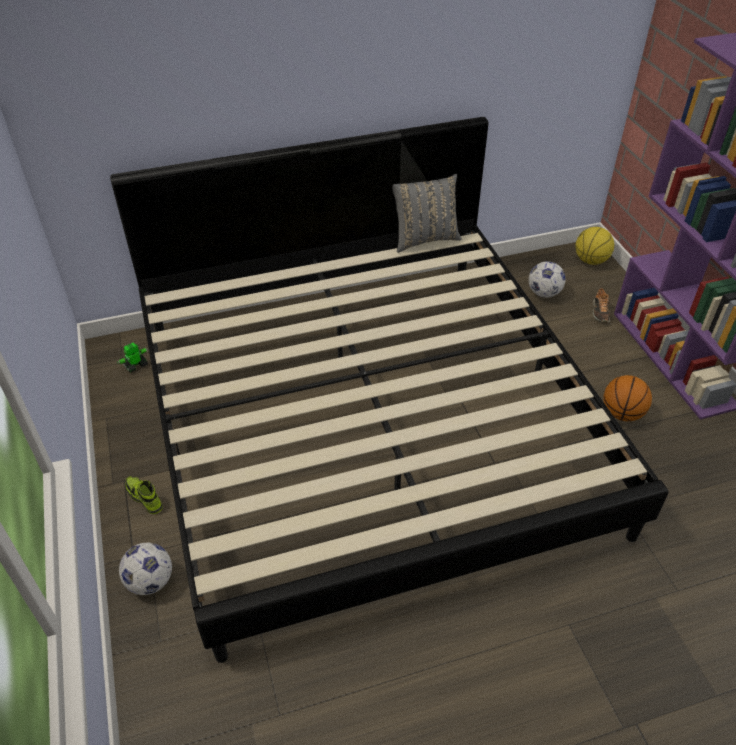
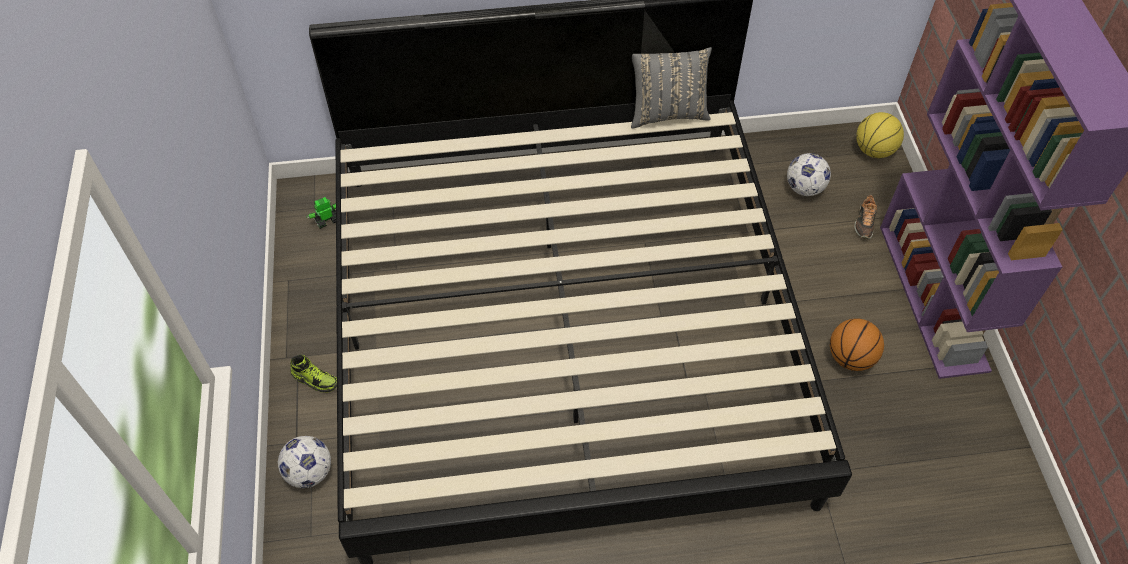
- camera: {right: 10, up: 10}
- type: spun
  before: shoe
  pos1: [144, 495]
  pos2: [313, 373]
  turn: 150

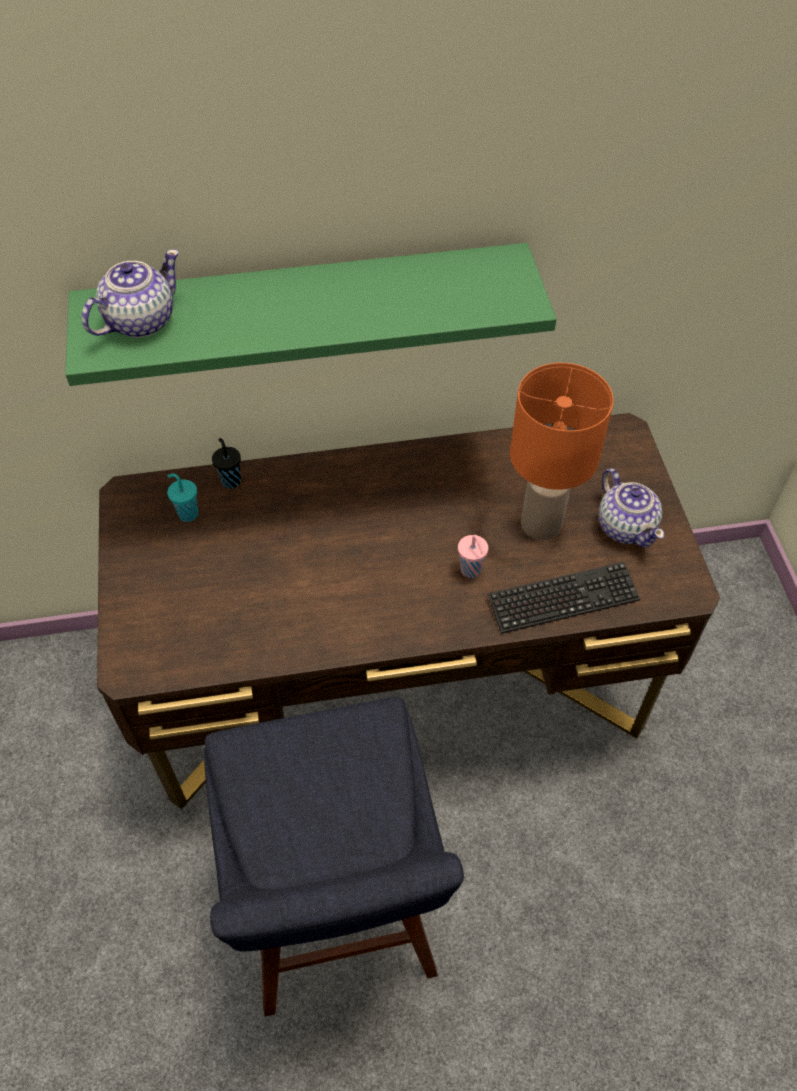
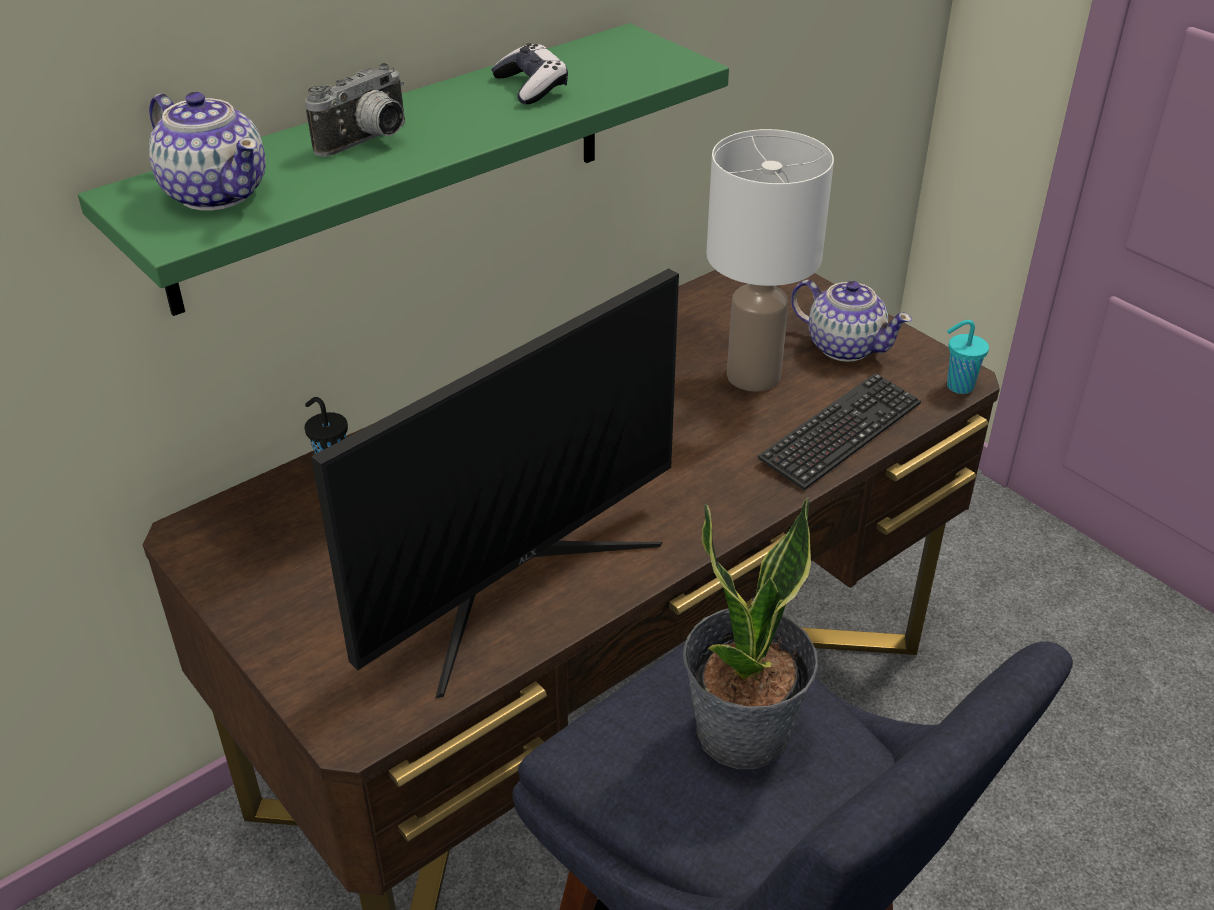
- camera: {right: -30, up: -15}
- type: missing
  before: pink cup
  pos1: [473, 556]
- type: appeared
  after: photo camera
  pos2: [355, 110]
- type: appeared
  after: monitor
  pos2: [495, 483]
- type: appeared
  after: game controller
  pos2: [529, 73]
- type: appeared
  after: potted plant
  pos2: [750, 633]
- type: relocated
  before: turquoise cup
  pos1: [182, 497]
  pos2: [968, 357]
- type: colour
  before: orange table lamp
  after: white table lamp
  pos1: [562, 451]
  pos2: [770, 260]
- type: spun
  before: teapot
  pos1: [130, 293]
  pos2: [207, 151]
  turn: 120

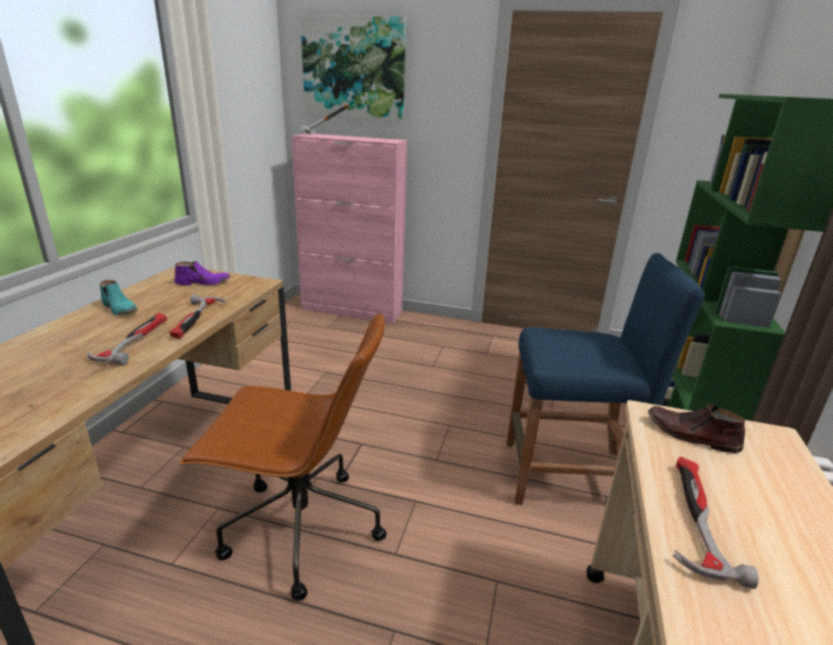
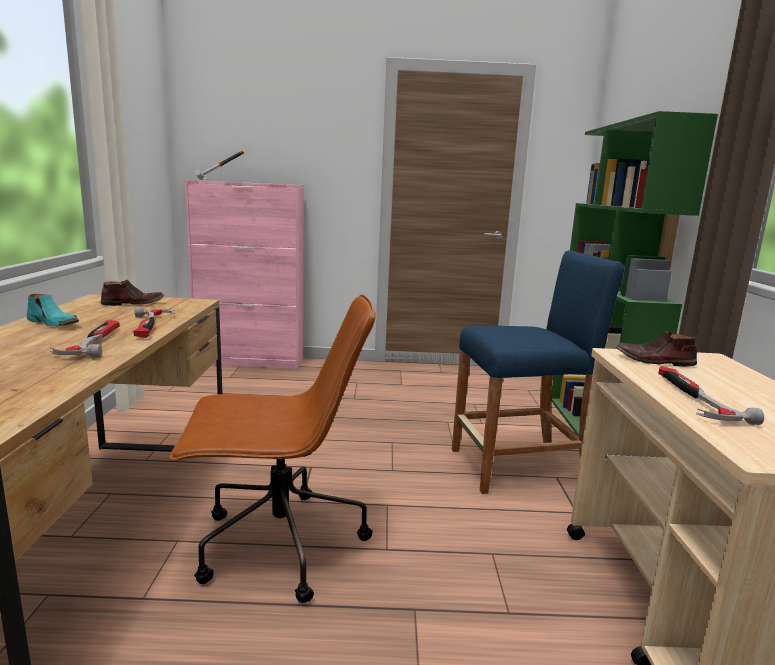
- camera: {right: -15, up: -10}
- type: missing
  before: picture
  pos1: [353, 68]
- type: colour
  before: purple shoe
  after: brown shoe
  pos1: [202, 273]
  pos2: [132, 293]

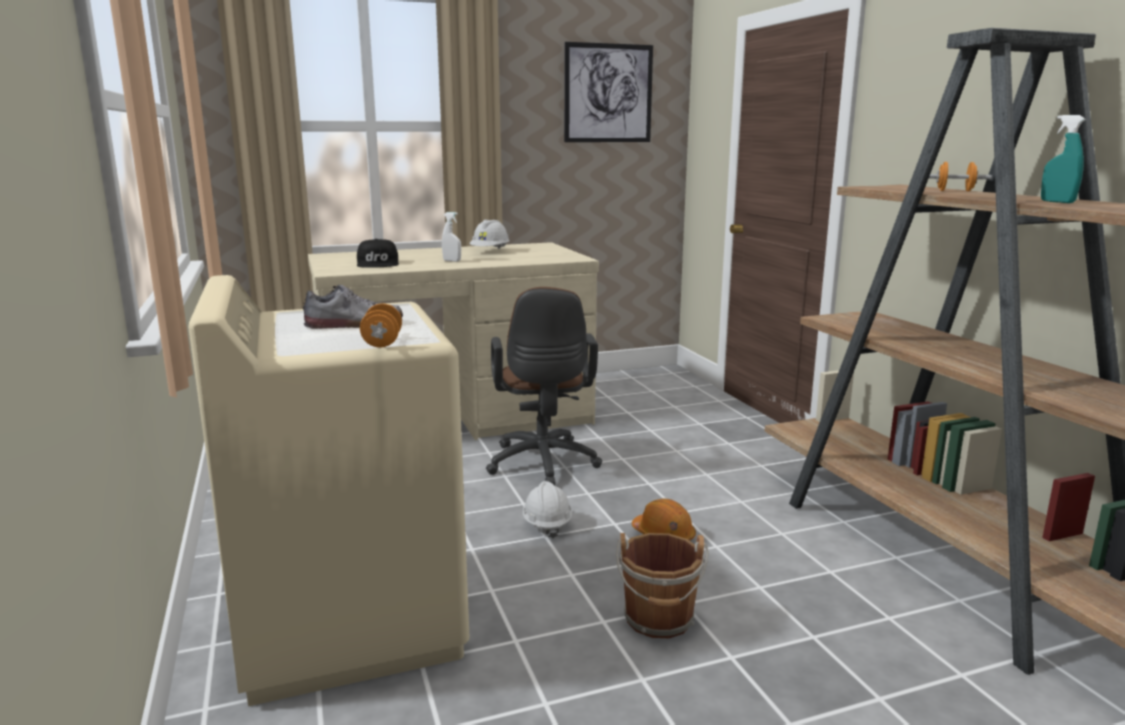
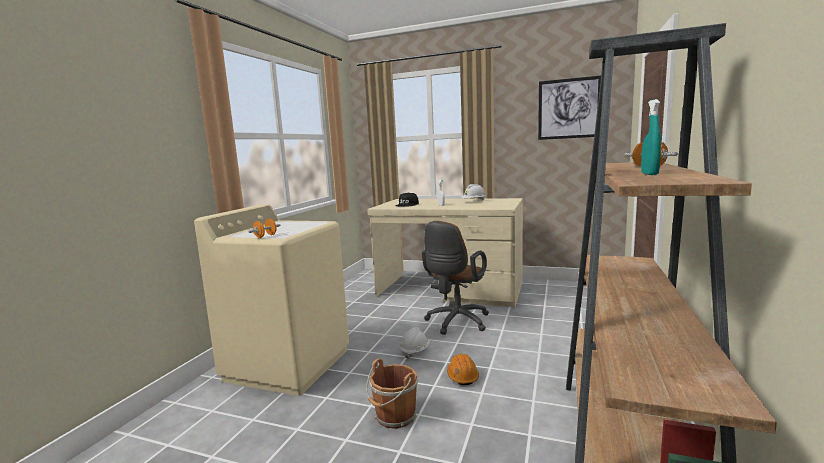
- camera: {right: 40, up: -5}
- type: missing
  before: shoe
  pos1: [353, 307]

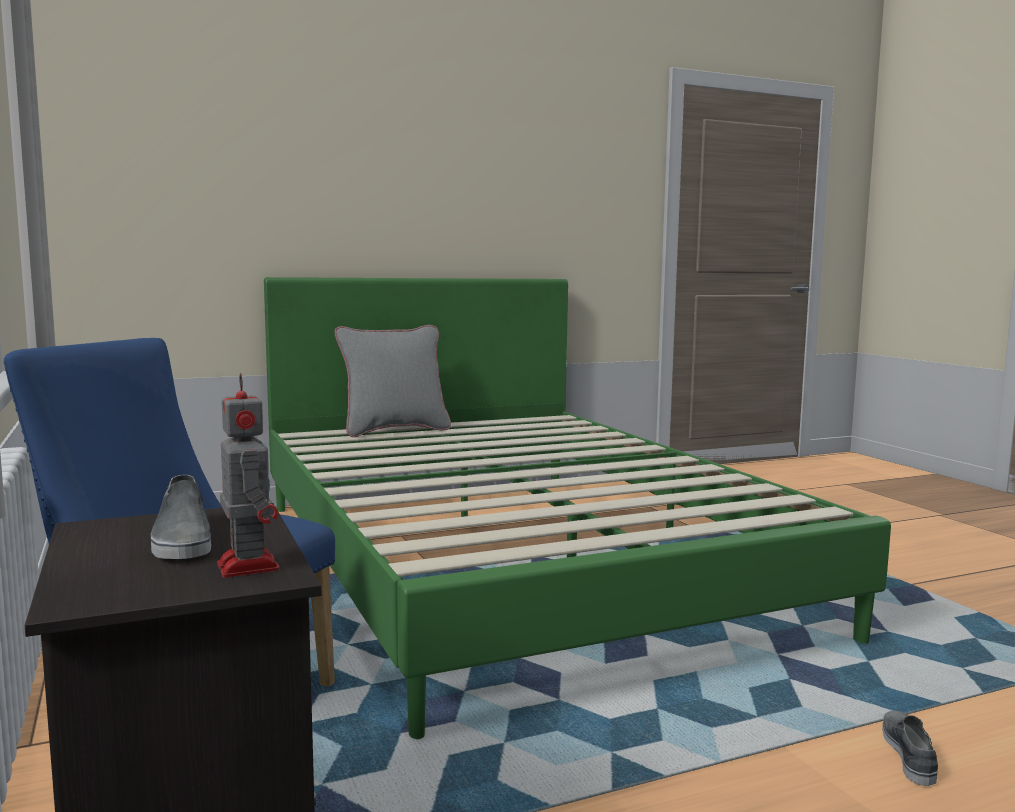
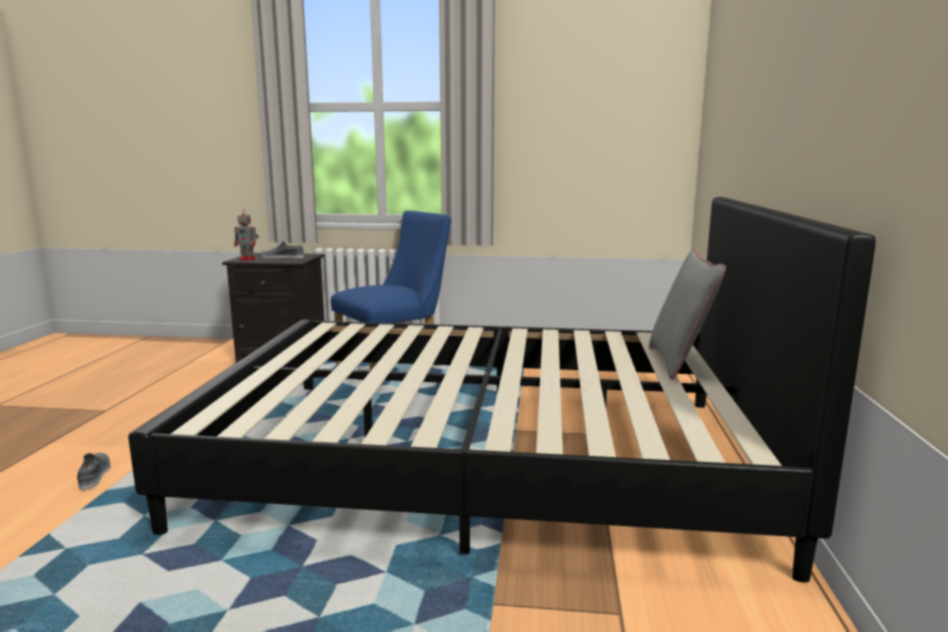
- camera: {right: 120, up: 5}
- type: colour
  before: green bed
  after: black bed
  pos1: [577, 508]
  pos2: [502, 389]
- type: spun
  before: grey shoe
  pos1: [910, 748]
  pos2: [94, 471]
  turn: -150

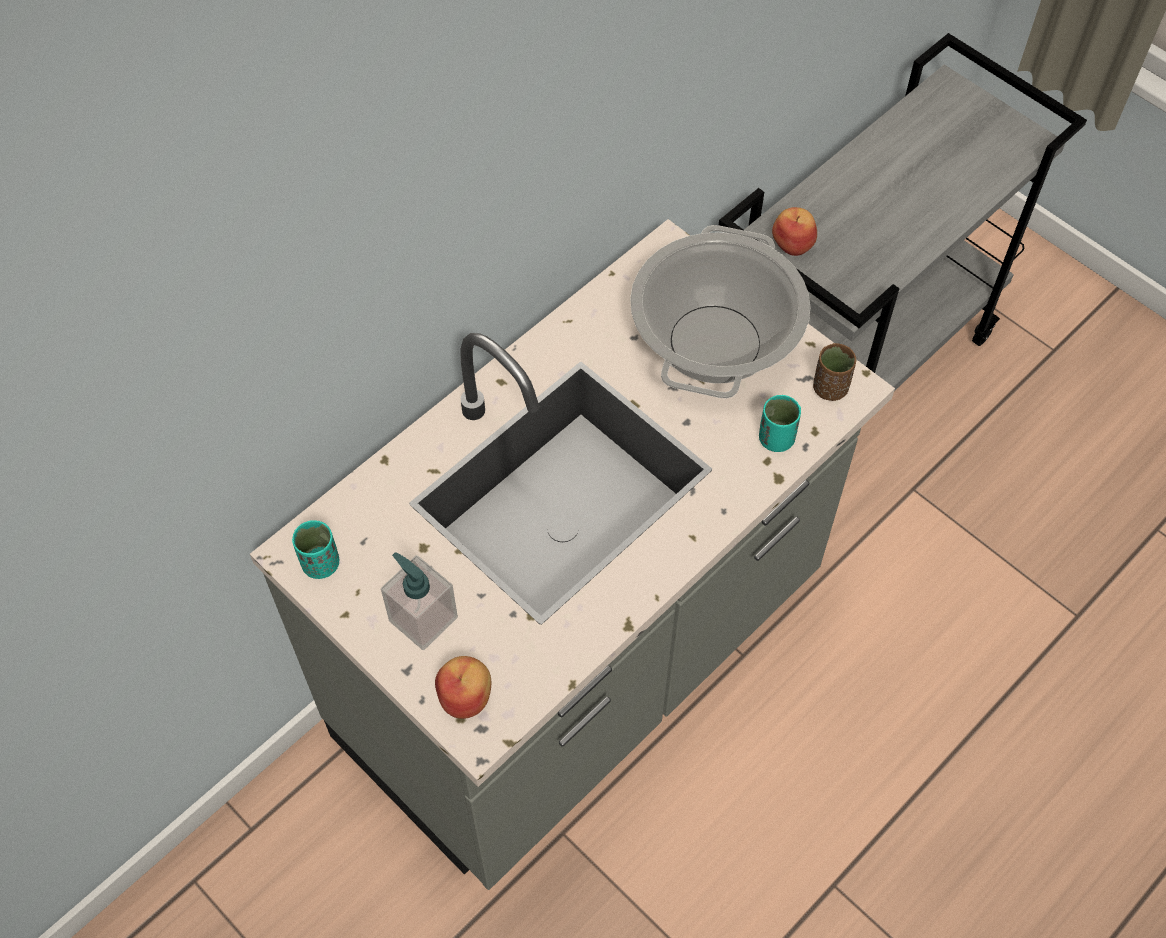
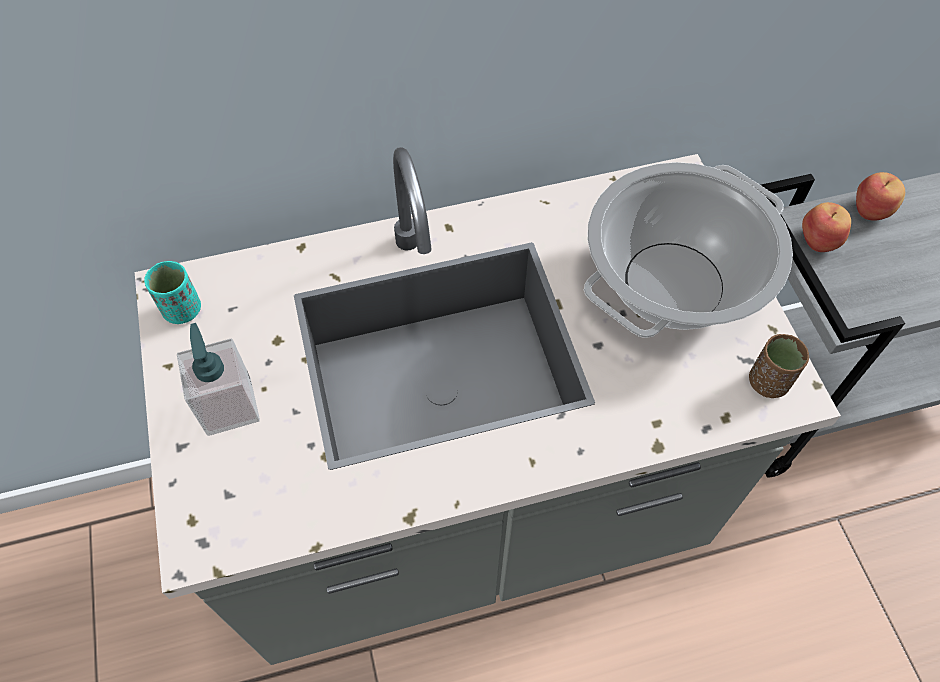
- camera: {right: 30, up: 0}
- type: missing
  before: turquoise cup
  pos1: [780, 423]
- type: relocated
  before: apple
  pos1: [463, 687]
  pos2: [880, 196]

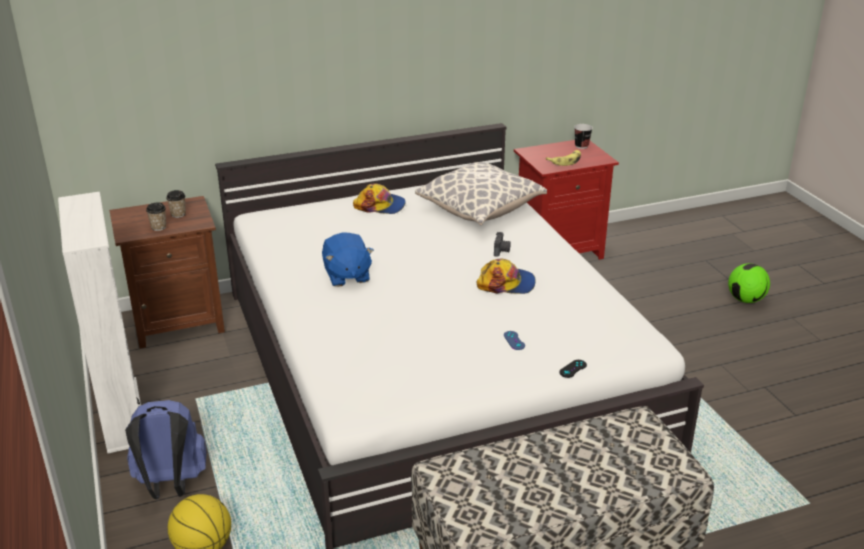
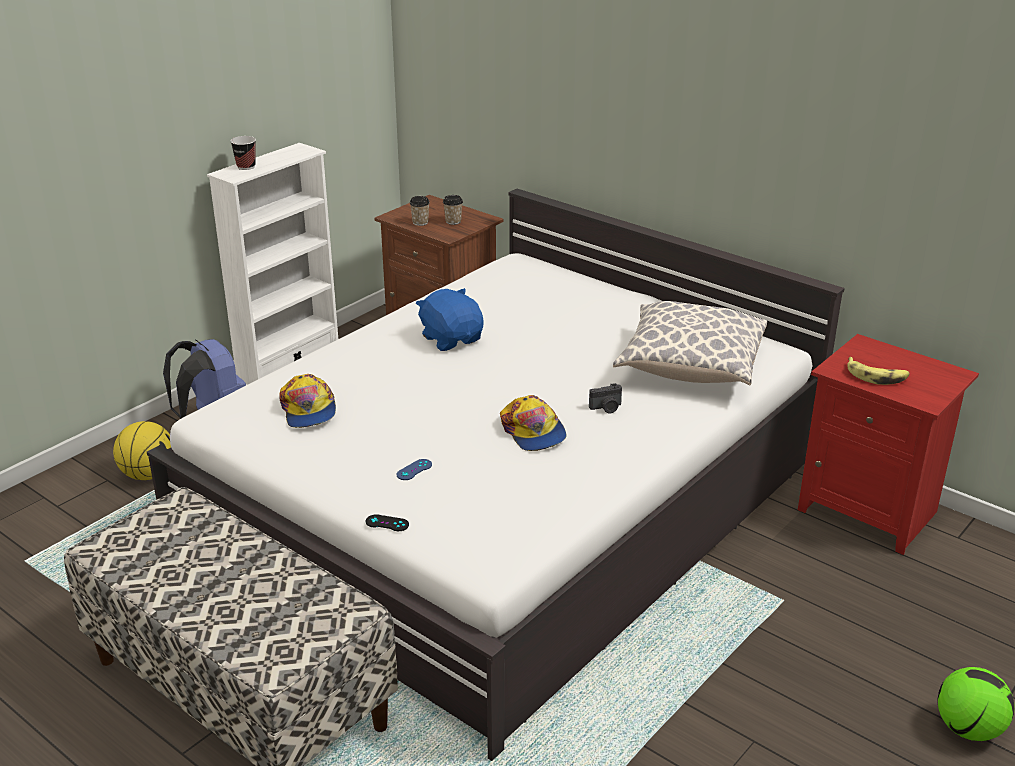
- camera: {right: 60, up: 0}
- type: relocated
  before: cap
  pos1: [379, 198]
  pos2: [307, 401]
- type: relocated
  before: cup
  pos1: [583, 136]
  pos2: [243, 153]
- type: spun
  before: blue plush toy
  pos1: [348, 260]
  pos2: [449, 319]
  turn: 105

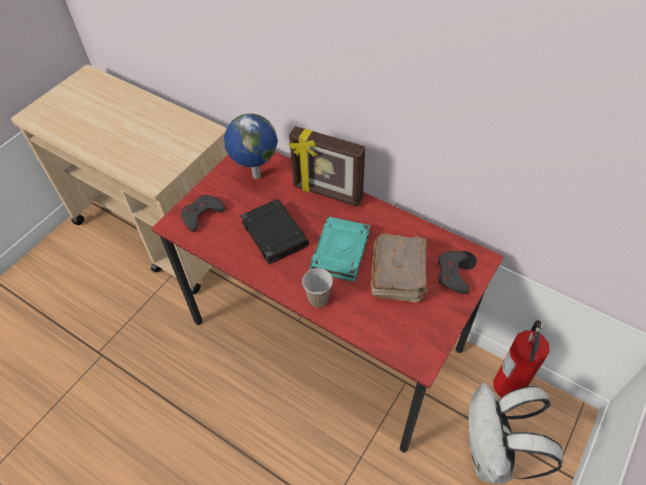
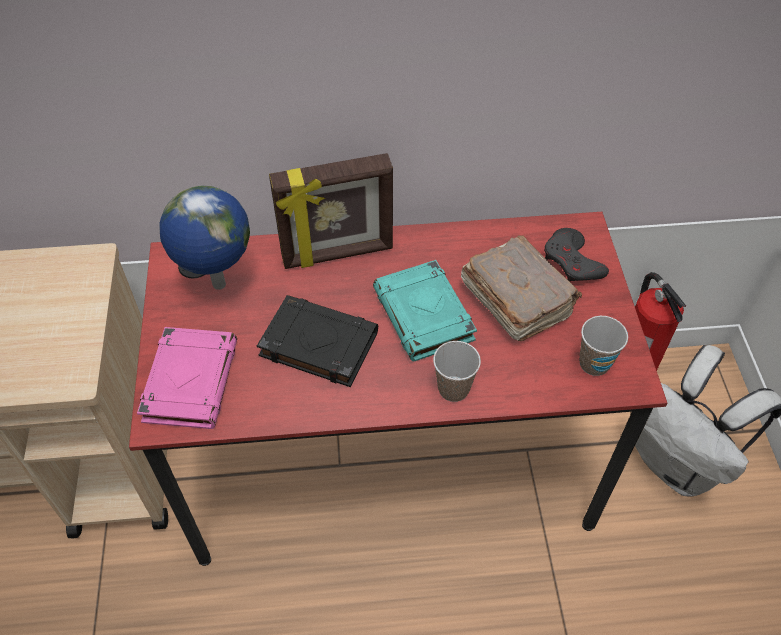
- camera: {right: -40, up: 0}
- type: appeared
  after: cup
  pos2: [603, 346]
- type: exchanged
  before: grey game controller
  after: pink book
  pos1: [203, 213]
  pos2: [187, 378]

